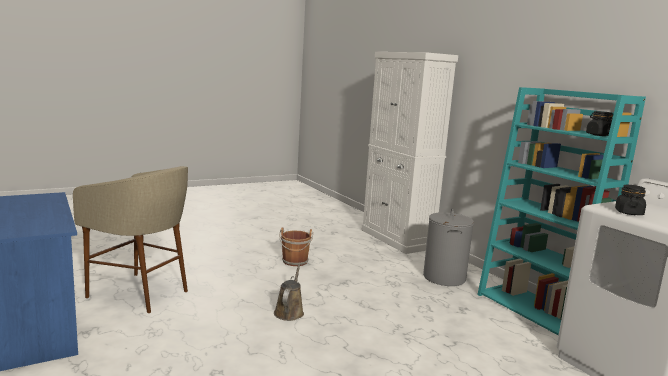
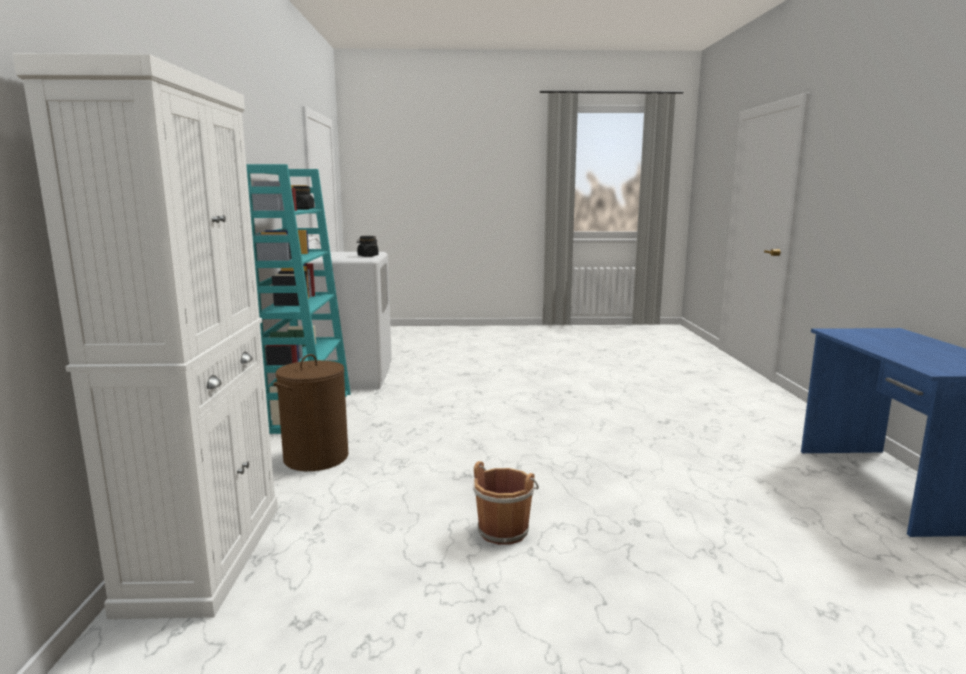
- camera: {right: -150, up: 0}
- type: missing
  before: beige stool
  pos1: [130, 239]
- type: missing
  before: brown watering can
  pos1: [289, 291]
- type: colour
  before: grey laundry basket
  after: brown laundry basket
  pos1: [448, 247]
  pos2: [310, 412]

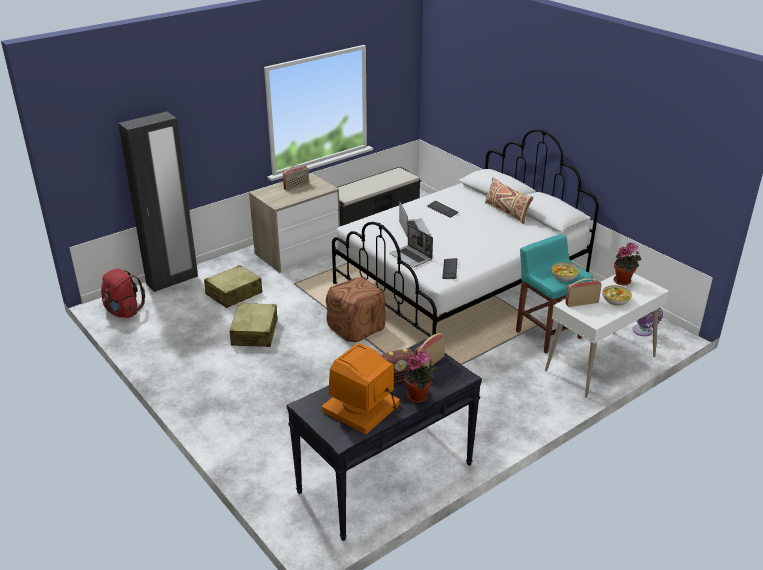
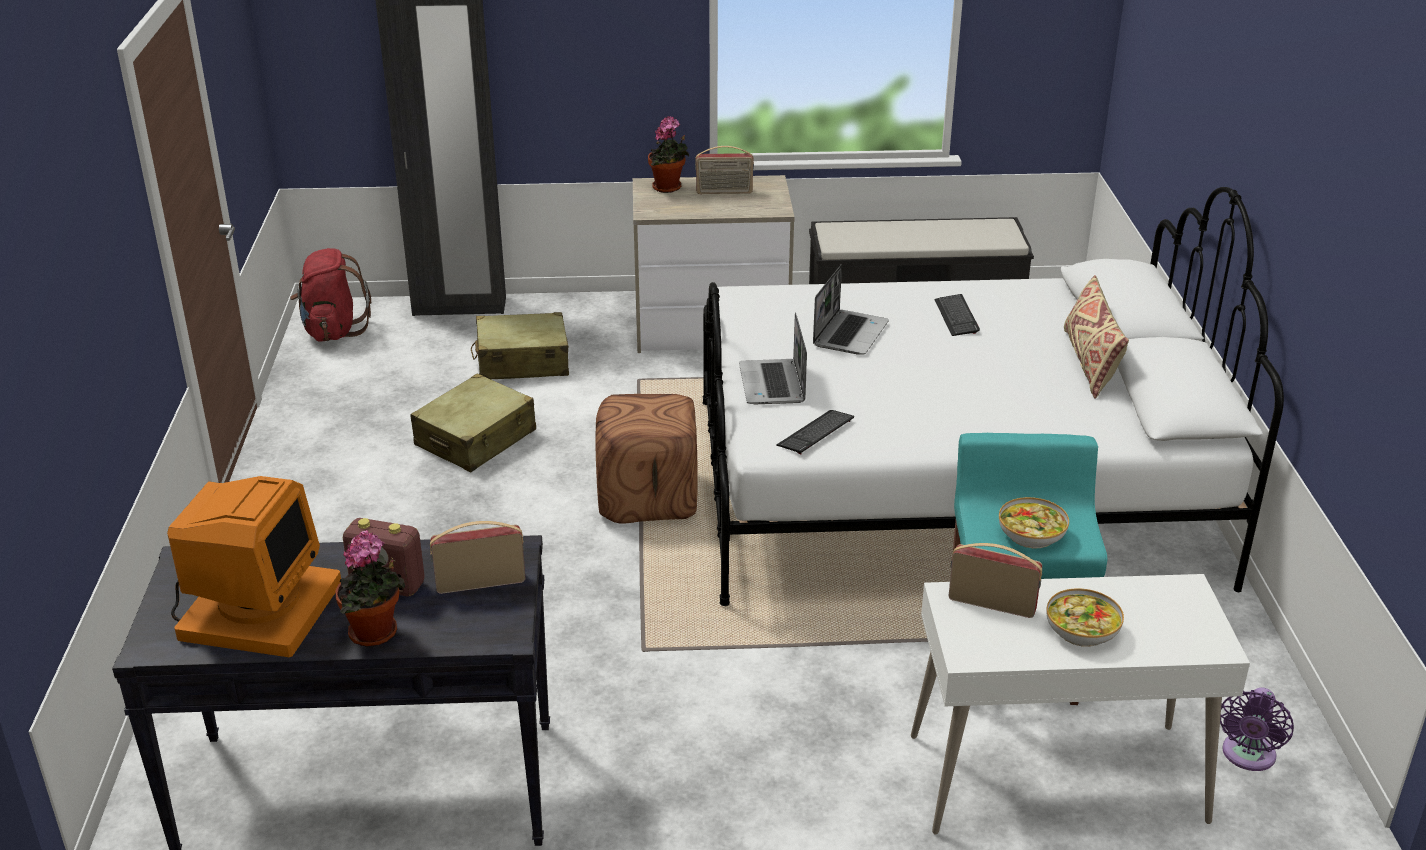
- camera: {right: 35, up: 0}
- type: relocated
  before: potted plant
  pos1: [627, 264]
  pos2: [668, 154]
- type: spun
  before: monitor
  pos1: [361, 388]
  pos2: [254, 566]
  turn: 120

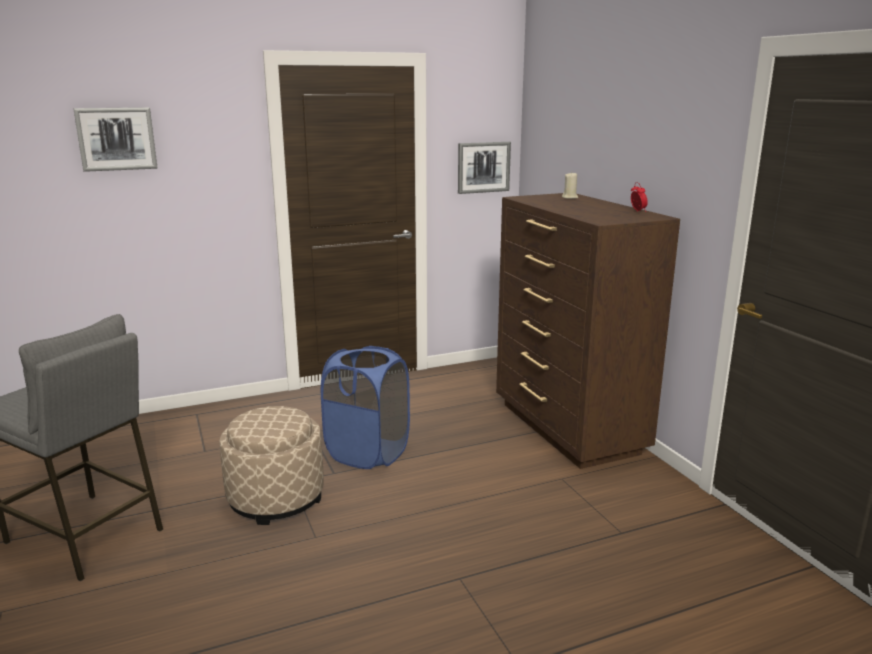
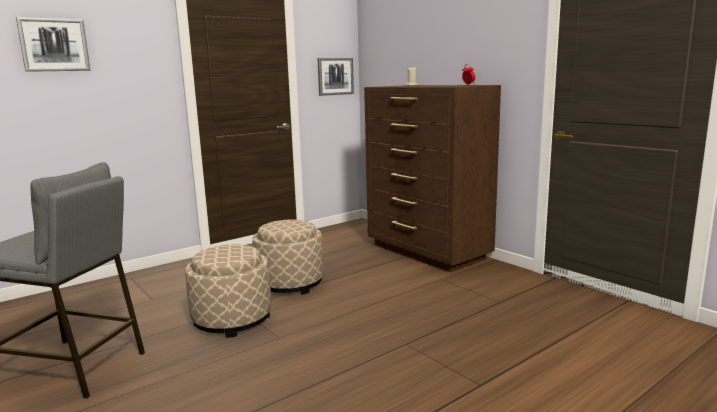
- camera: {right: -15, up: -5}
- type: exchanged
  before: blue laundry basket
  after: beige ottoman
  pos1: [365, 407]
  pos2: [287, 257]

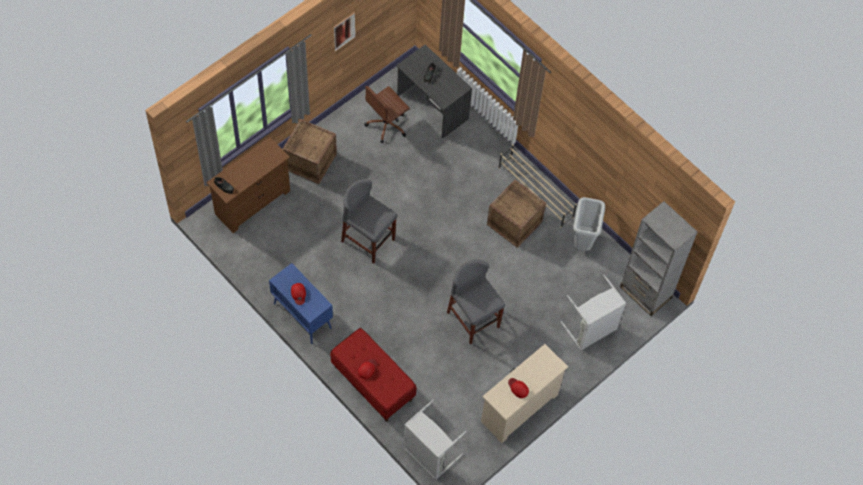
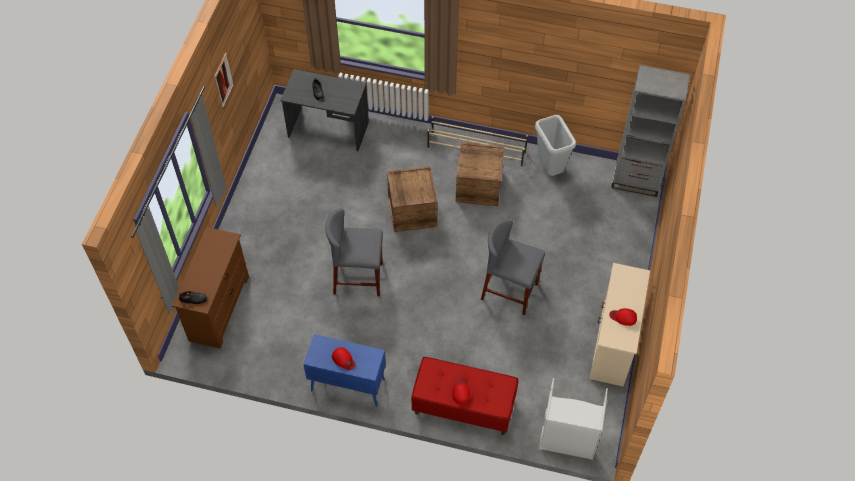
- camera: {right: -30, up: -5}
- type: missing
  before: brown office chair
  pos1: [387, 114]
- type: missing
  before: grey laundry basket
  pos1: [593, 312]
- type: relocated
  before: crate
  pos1: [309, 151]
  pos2: [412, 199]

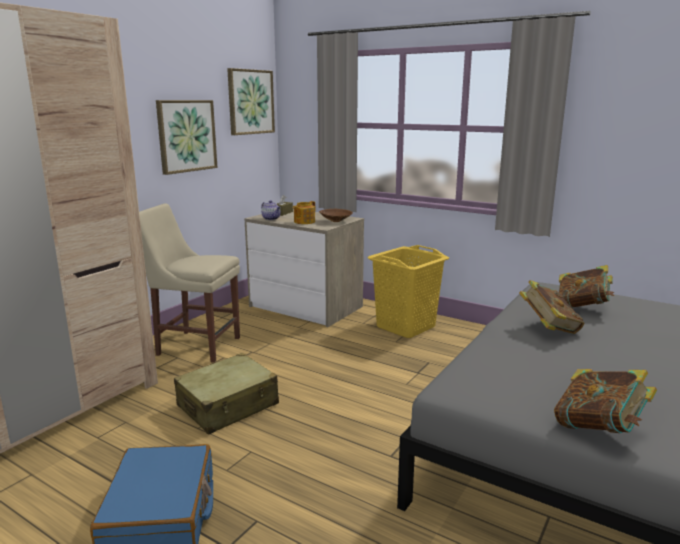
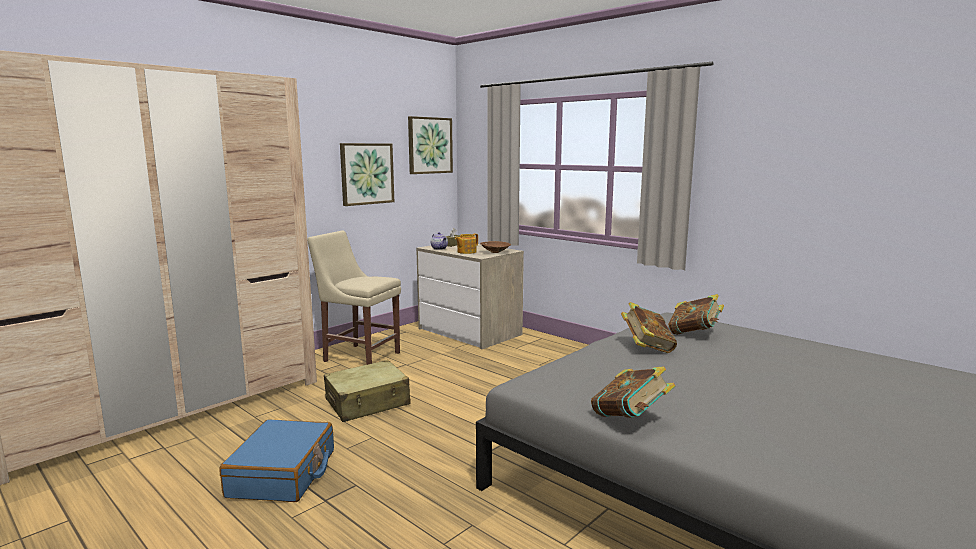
- camera: {right: 10, up: -5}
- type: missing
  before: yellow laundry basket
  pos1: [408, 291]

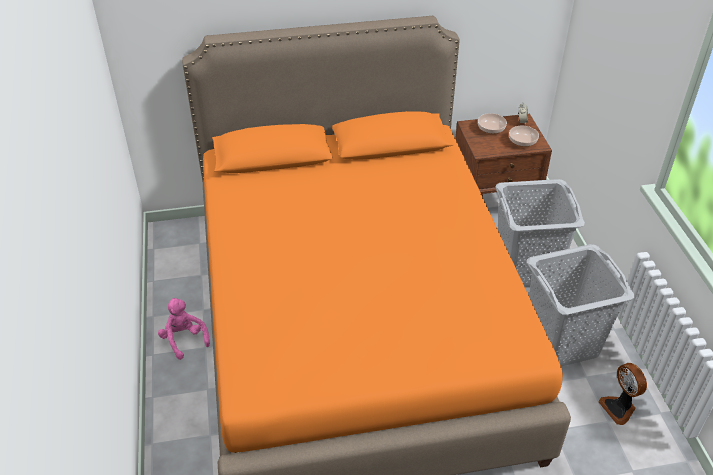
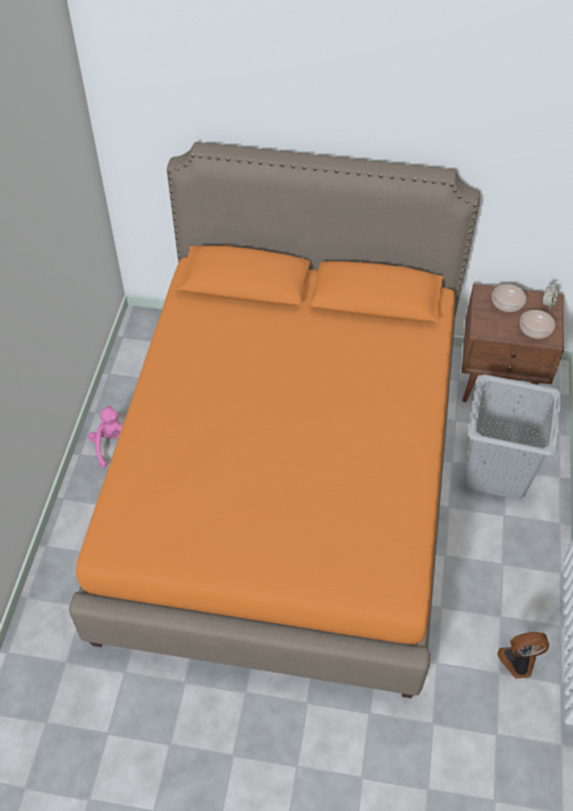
- camera: {right: 20, up: 10}
- type: missing
  before: grey laundry basket
  pos1: [580, 305]
- type: spun
  before: fan
  pos1: [622, 394]
  pos2: [523, 655]
  turn: 90

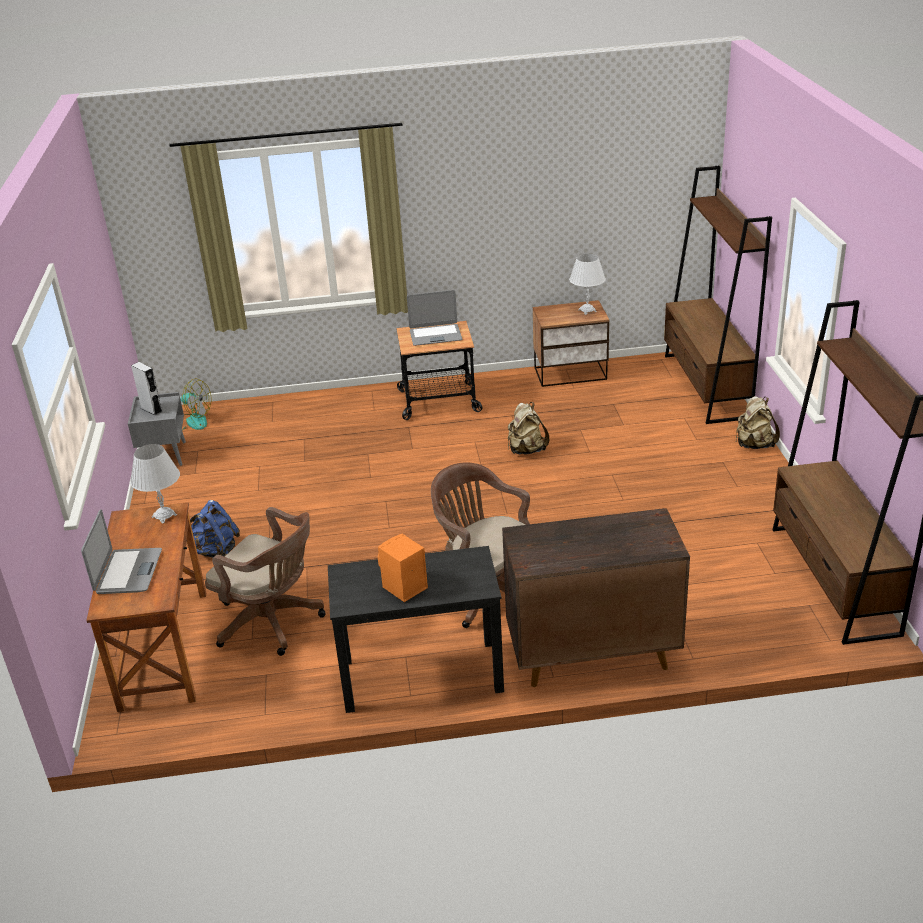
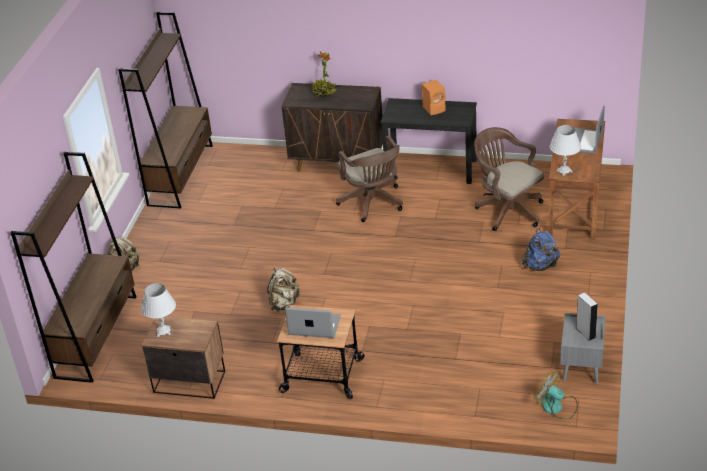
- camera: {right: -160, up: 5}
- type: appeared
  after: potted plant
  pos2: [323, 74]

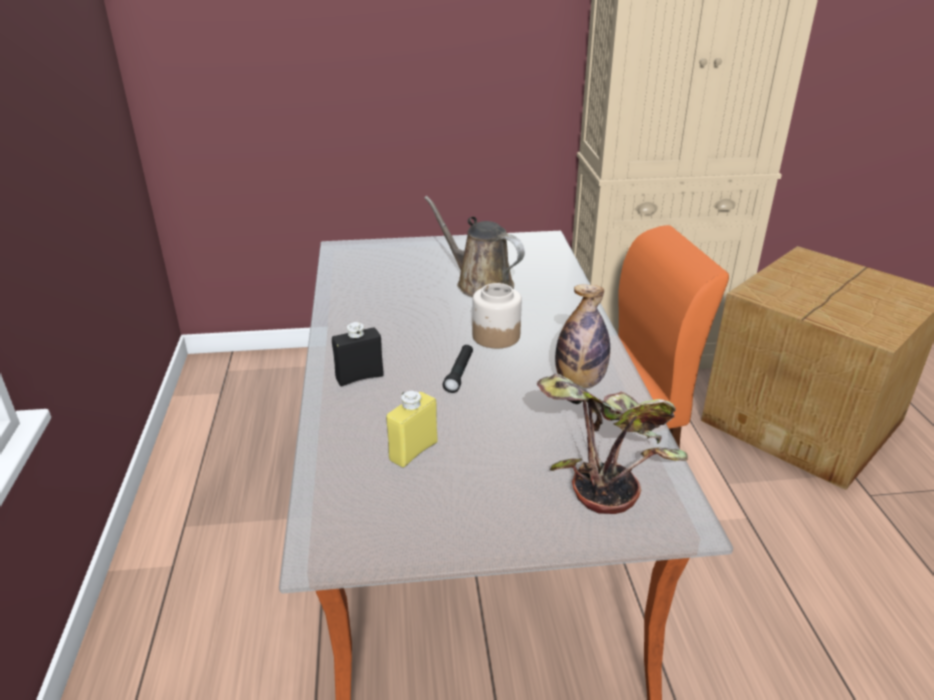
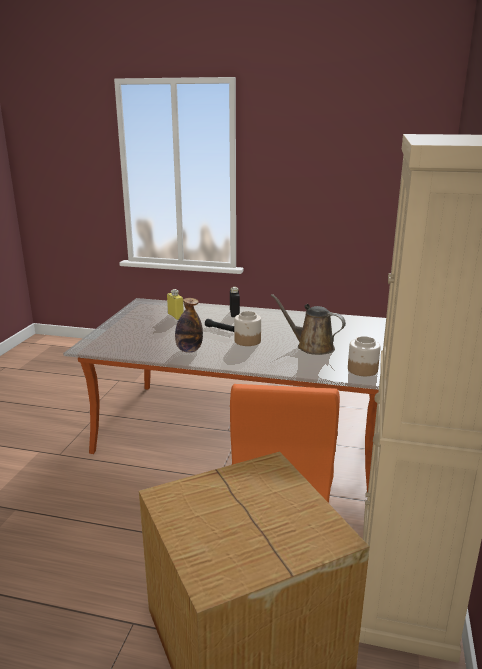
- camera: {right: 110, up: -10}
- type: missing
  before: potted plant
  pos1: [612, 444]
- type: appeared
  after: jar
  pos2: [364, 356]
- type: spun
  before: brown watering can
  pos1: [474, 246]
  pos2: [308, 324]
  turn: -120

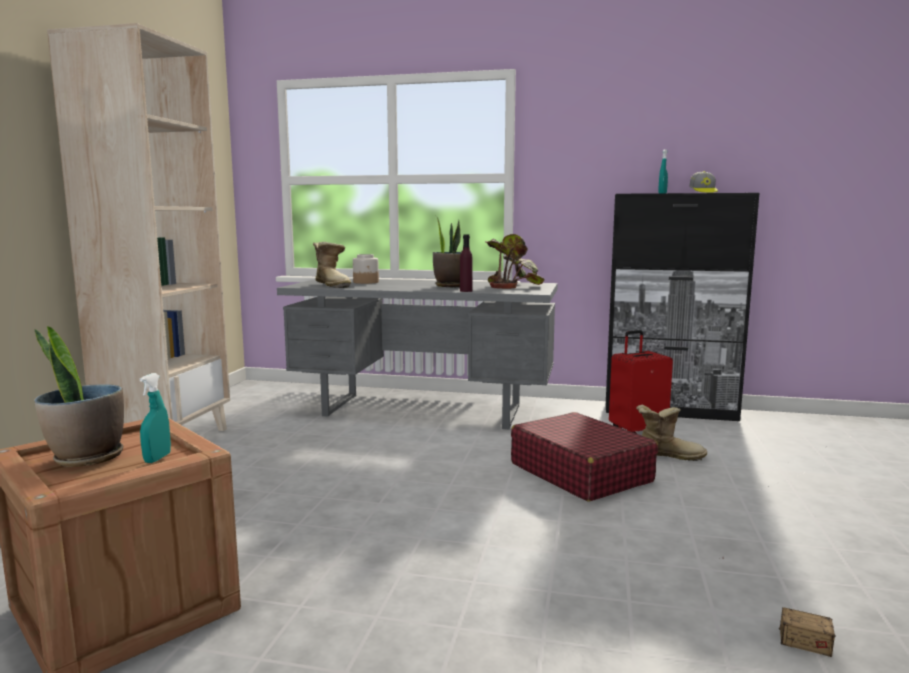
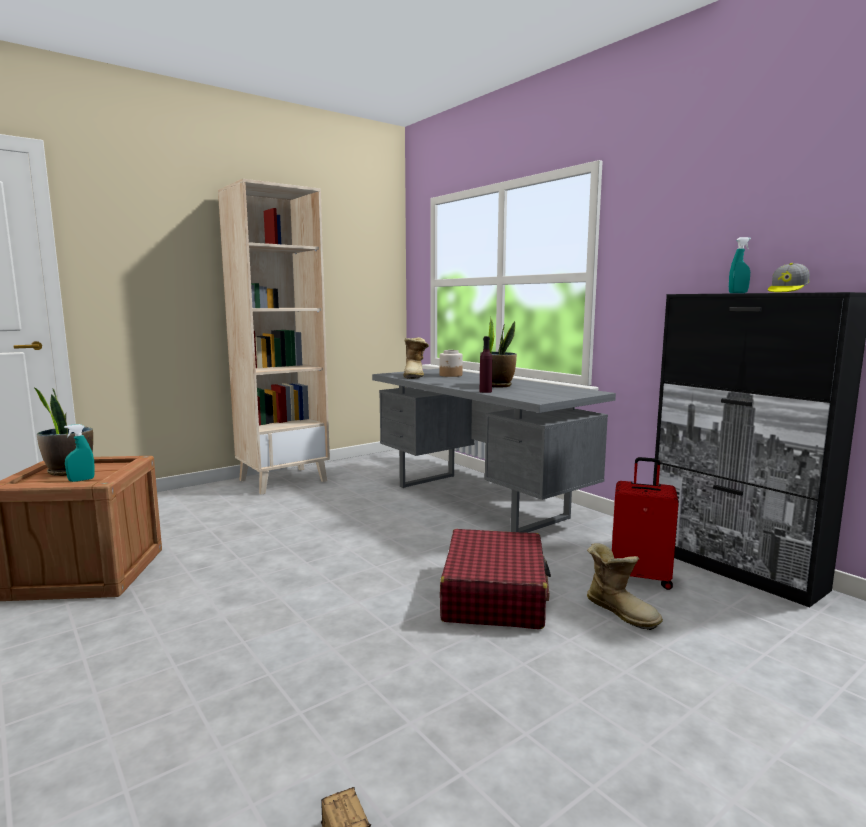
- camera: {right: 40, up: 0}
- type: missing
  before: potted plant
  pos1: [515, 261]

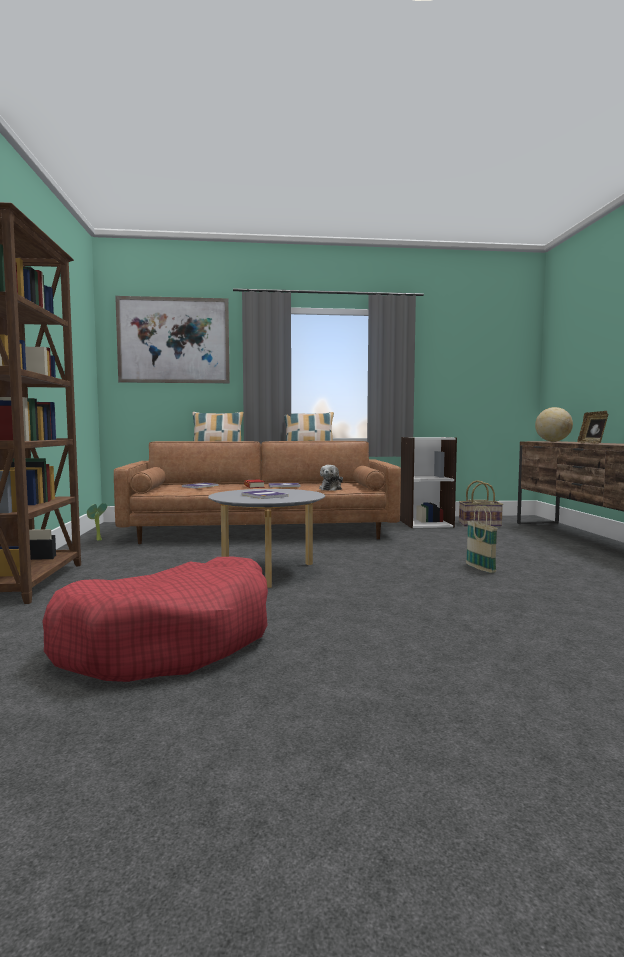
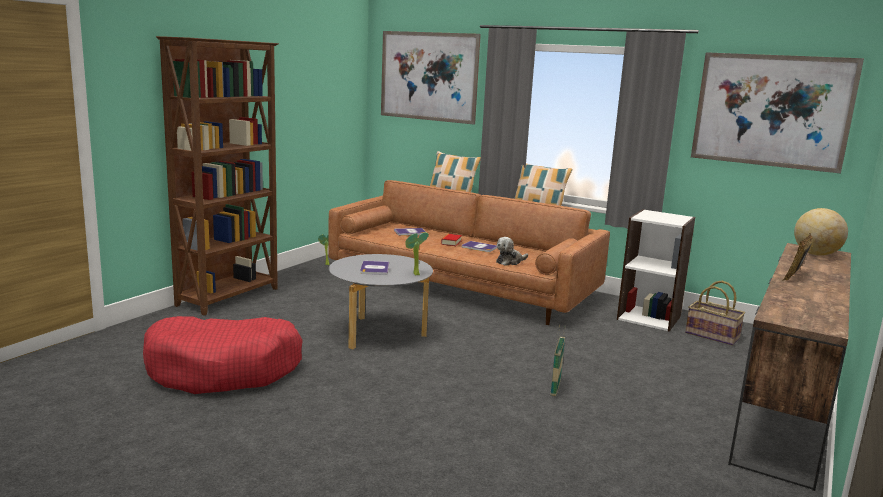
- camera: {right: 35, up: 10}
- type: appeared
  after: potted plant
  pos2: [417, 253]
- type: appeared
  after: picture
  pos2: [777, 112]

